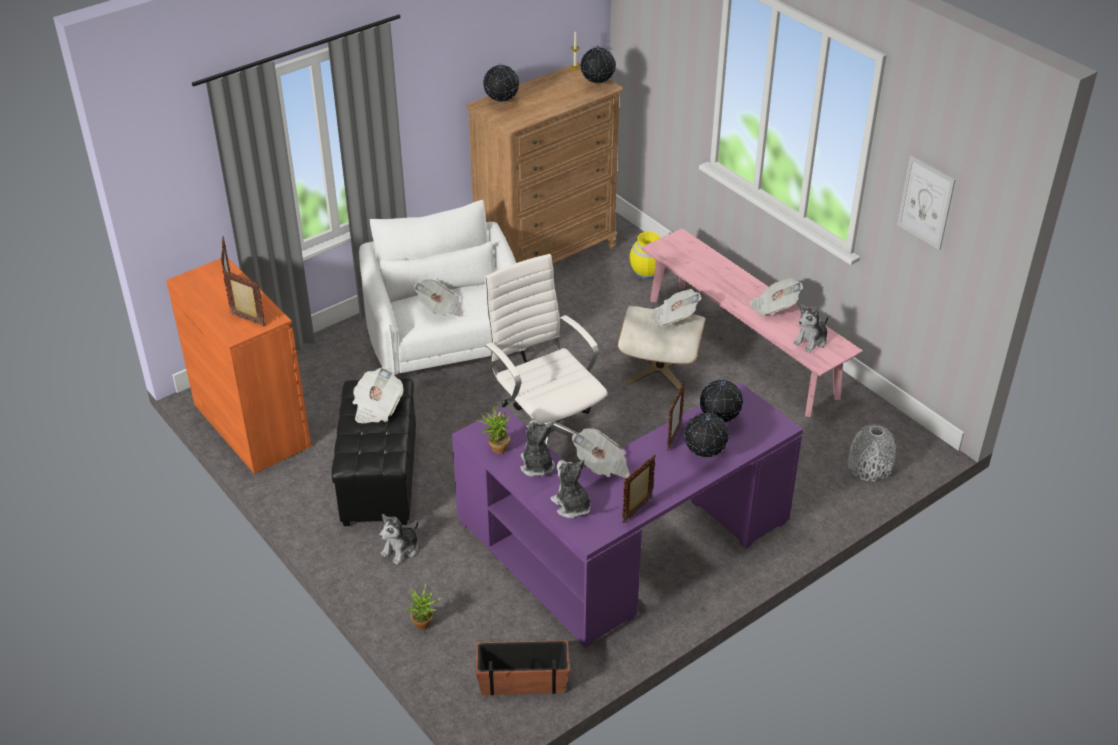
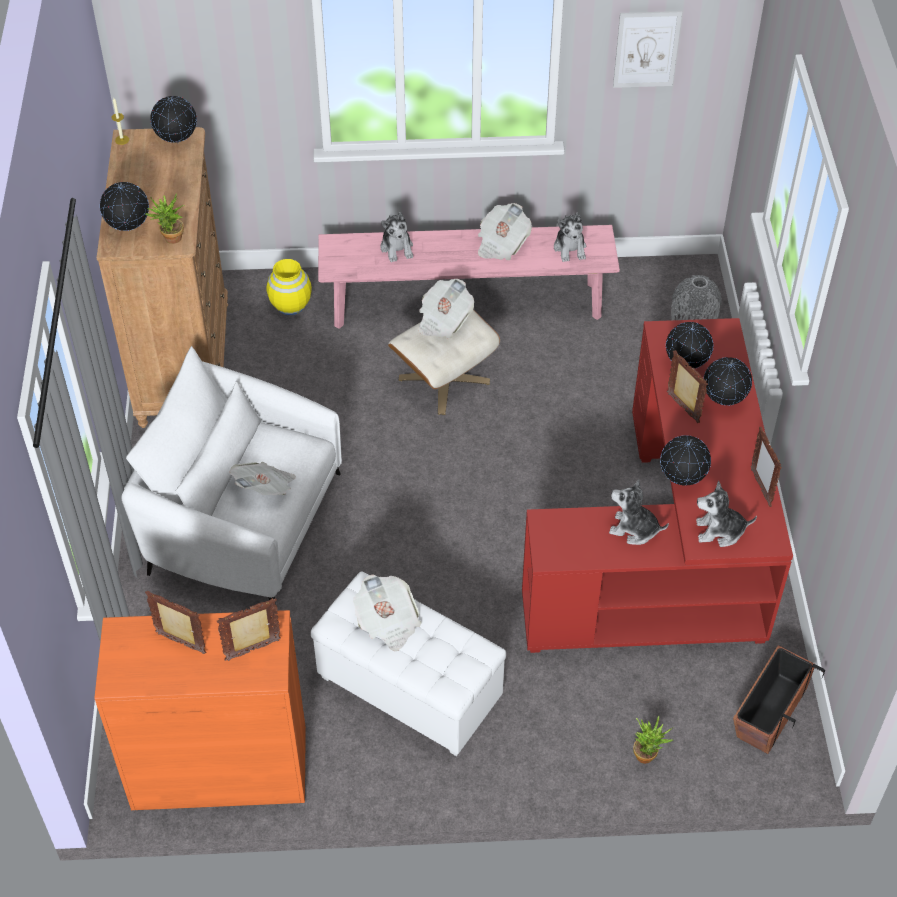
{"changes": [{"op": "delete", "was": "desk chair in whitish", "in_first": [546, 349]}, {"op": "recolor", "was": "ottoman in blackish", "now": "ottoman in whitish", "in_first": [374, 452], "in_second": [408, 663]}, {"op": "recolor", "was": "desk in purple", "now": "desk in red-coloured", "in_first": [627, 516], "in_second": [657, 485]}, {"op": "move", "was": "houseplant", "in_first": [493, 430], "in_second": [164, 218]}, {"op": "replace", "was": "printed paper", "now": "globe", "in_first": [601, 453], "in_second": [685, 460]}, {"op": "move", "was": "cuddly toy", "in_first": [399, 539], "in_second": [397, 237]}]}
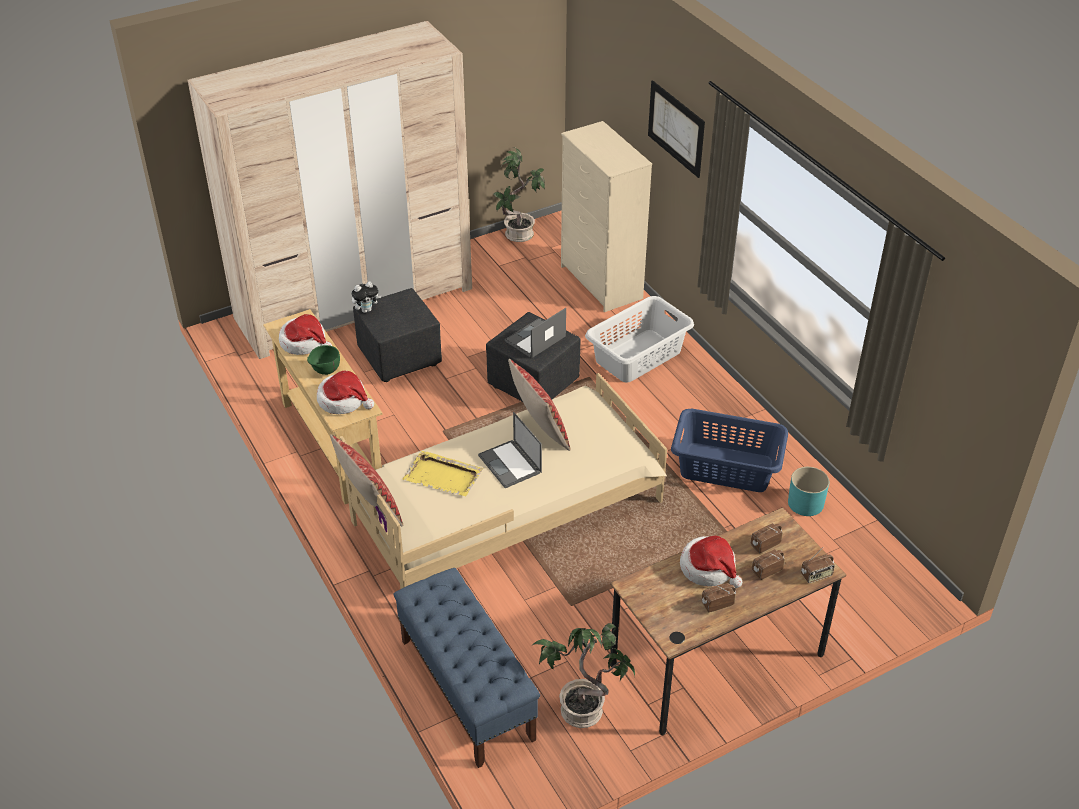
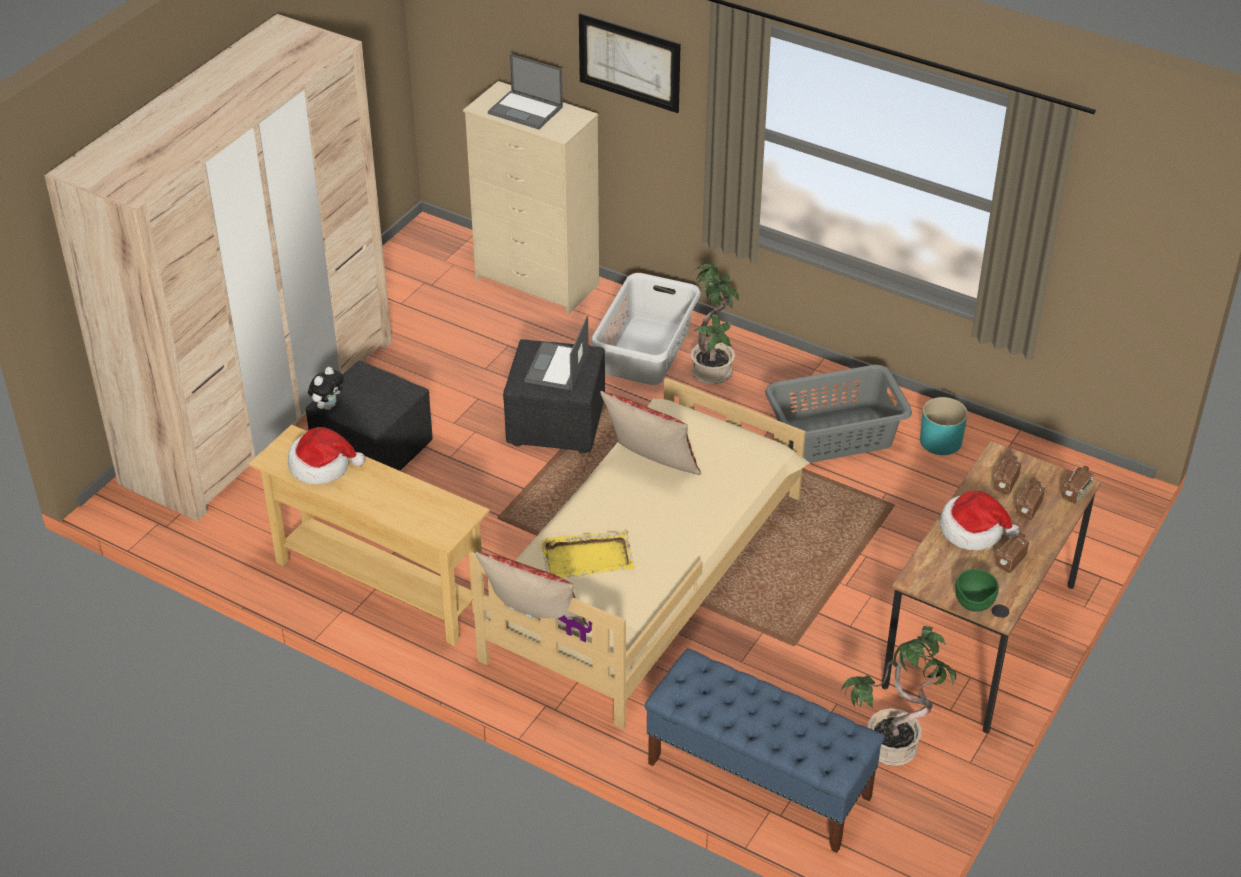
{"changes": [{"op": "move", "was": "houseplant", "in_first": [519, 194], "in_second": [715, 321]}, {"op": "move", "was": "serving bowl in green", "in_first": [323, 360], "in_second": [977, 590]}, {"op": "delete", "was": "wearable hat", "in_first": [345, 392]}, {"op": "recolor", "was": "laundry basket in blue-coloured", "now": "laundry basket in greyish", "in_first": [729, 450], "in_second": [838, 414]}, {"op": "move", "was": "notebook computer", "in_first": [510, 450], "in_second": [525, 91]}]}
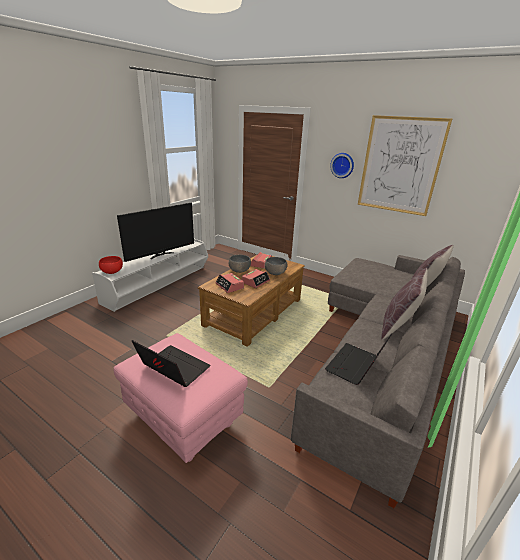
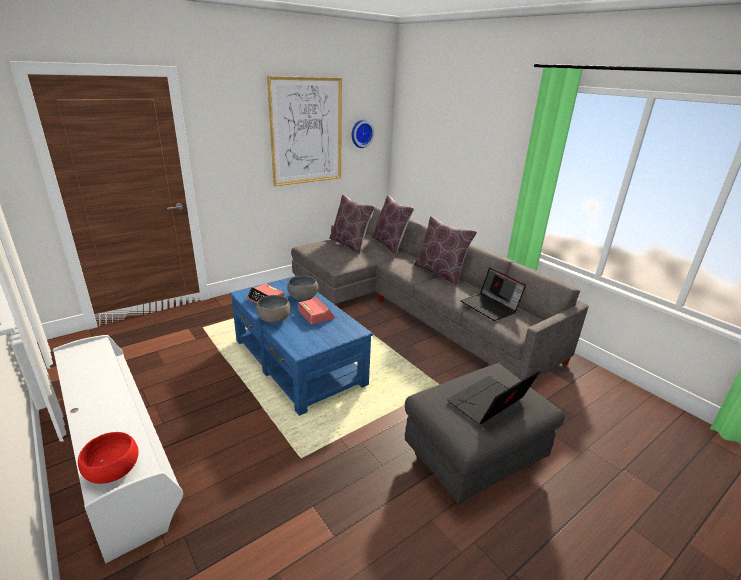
{"changes": [{"op": "move", "was": "clock on the wall", "in_first": [342, 165], "in_second": [363, 133]}, {"op": "delete", "was": "TV set", "in_first": [155, 232]}, {"op": "recolor", "was": "lounge table in brownish", "now": "lounge table in blue-coloured", "in_first": [251, 300], "in_second": [301, 346]}, {"op": "delete", "was": "bedside clock", "in_first": [230, 283]}, {"op": "recolor", "was": "ottoman in pink", "now": "ottoman in greyish", "in_first": [181, 398], "in_second": [485, 434]}, {"op": "insert", "now": "throw pillow in brownish", "in_second": [352, 225]}]}
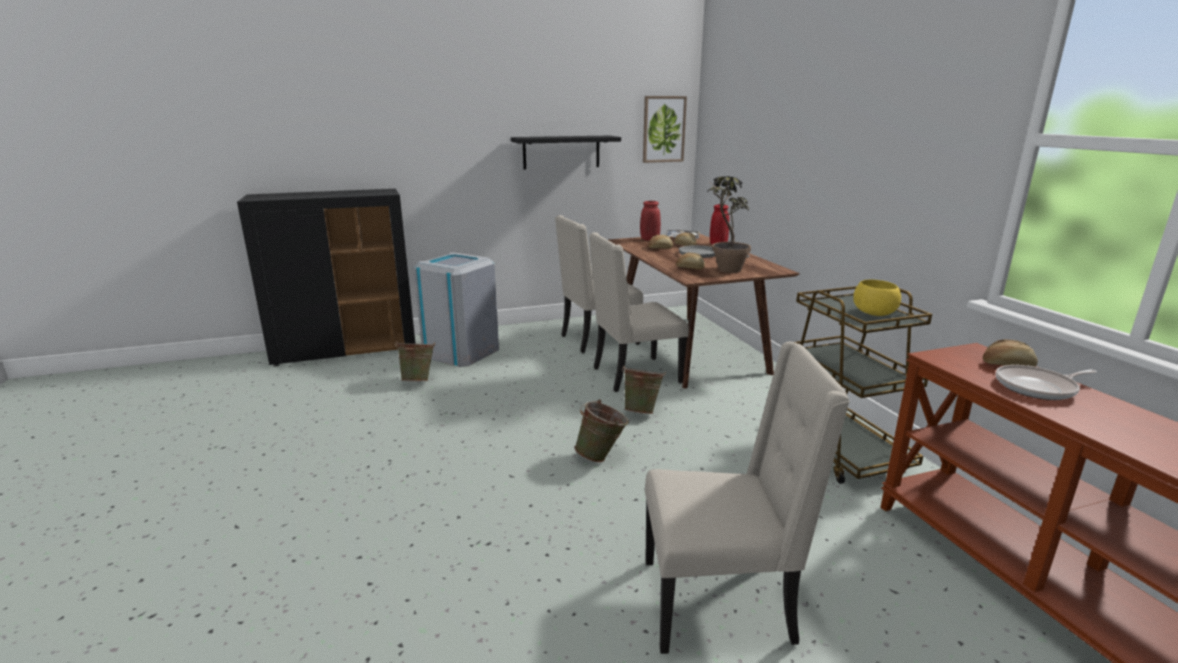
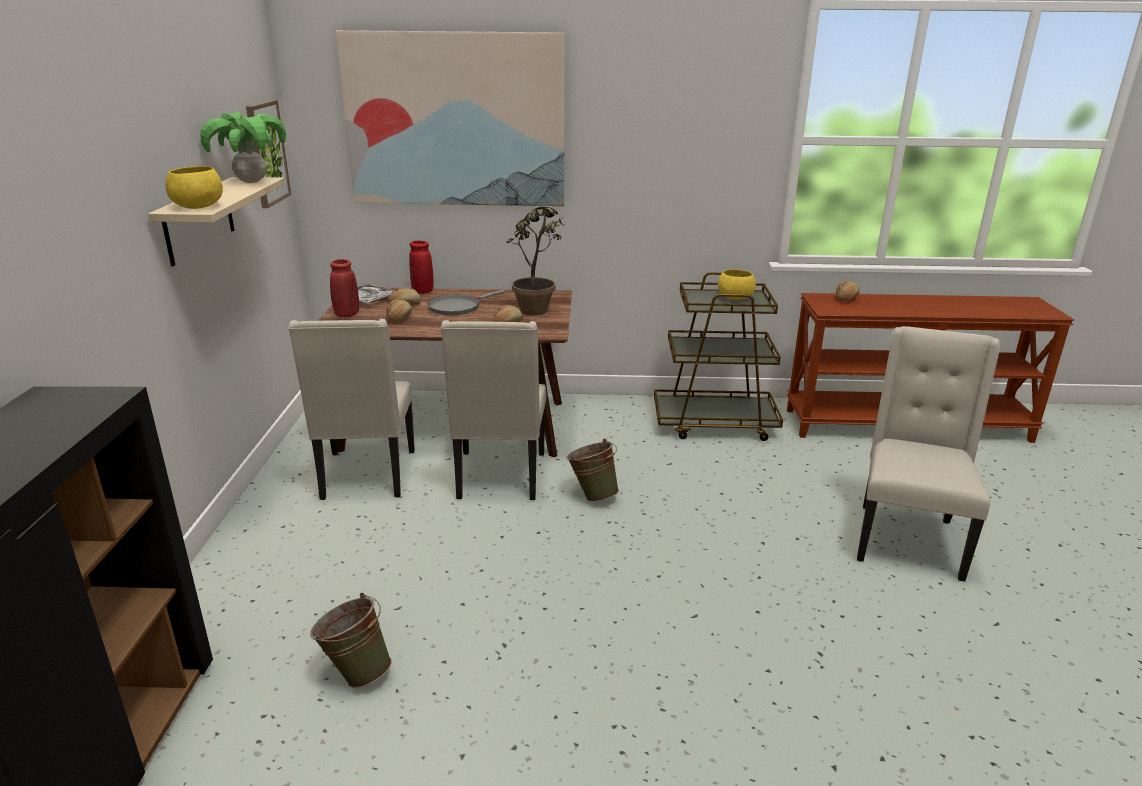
{"changes": [{"op": "recolor", "was": "bracket shelf in blackish", "now": "bracket shelf in beige-coloured", "in_first": [566, 153], "in_second": [216, 221]}, {"op": "delete", "was": "rubbish bin in greyish", "in_first": [456, 309]}, {"op": "delete", "was": "pan", "in_first": [1046, 382]}, {"op": "delete", "was": "pail in green", "in_first": [601, 431]}, {"op": "insert", "now": "wall picture", "in_second": [450, 118]}, {"op": "insert", "now": "houseplant", "in_second": [243, 147]}, {"op": "insert", "now": "serving bowl in yellowish", "in_second": [194, 187]}]}
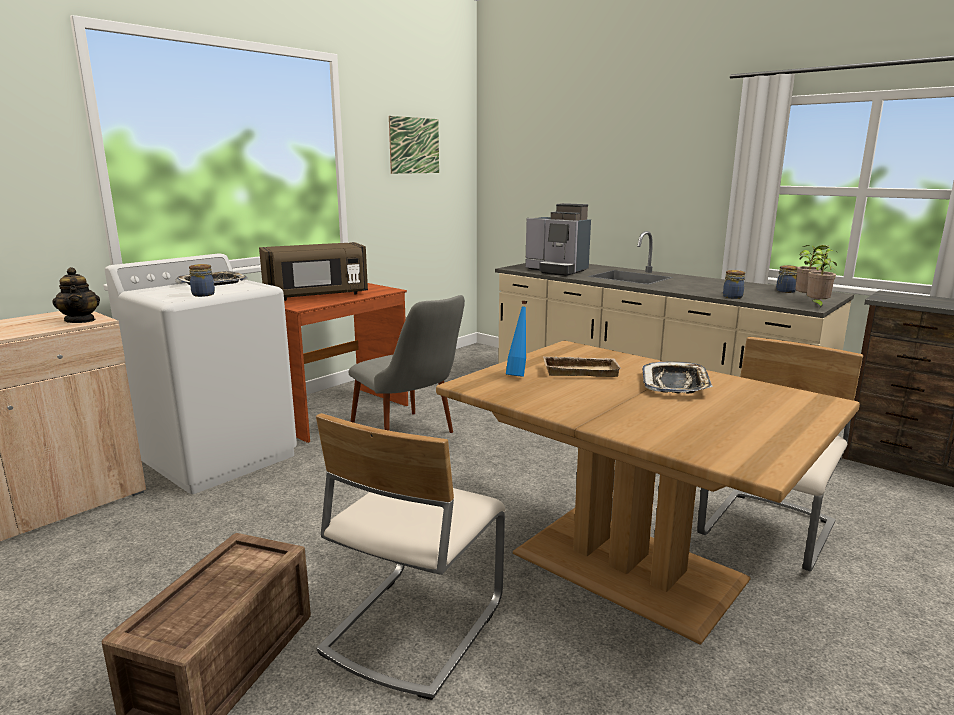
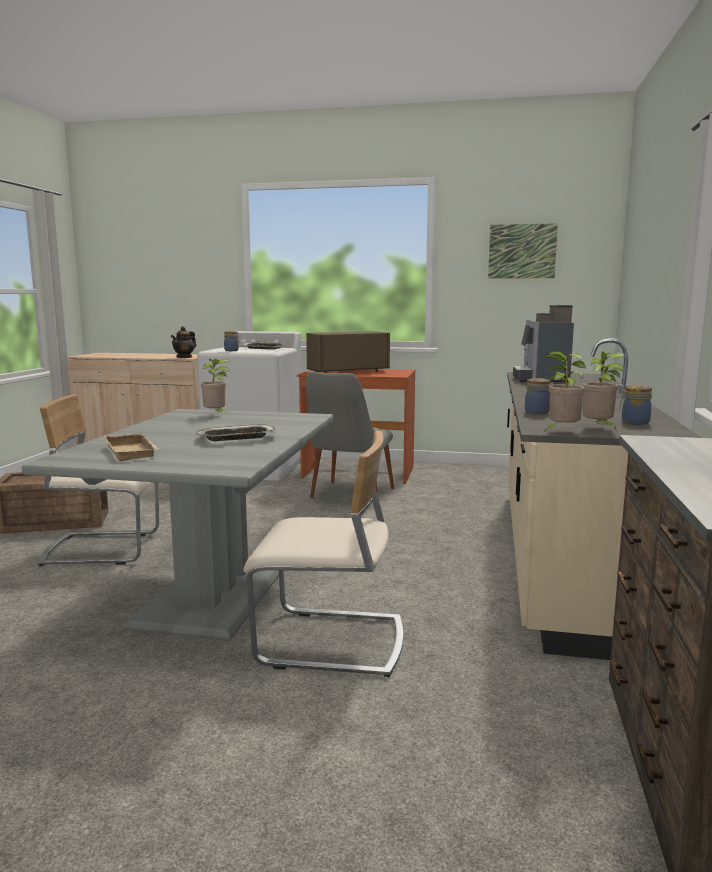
{"changes": [{"op": "rotate", "was": "kitchen microwave in brownish", "in_first": [313, 271], "in_second": [348, 352], "clockwise": 120}, {"op": "replace", "was": "bottle in blue-coloured", "now": "houseplant", "in_first": [516, 339], "in_second": [215, 386]}, {"op": "recolor", "was": "dinner table in brownish", "now": "dinner table in greyish", "in_first": [648, 492], "in_second": [177, 524]}, {"op": "move", "was": "tray in beige-coloured", "in_first": [582, 366], "in_second": [131, 447]}]}
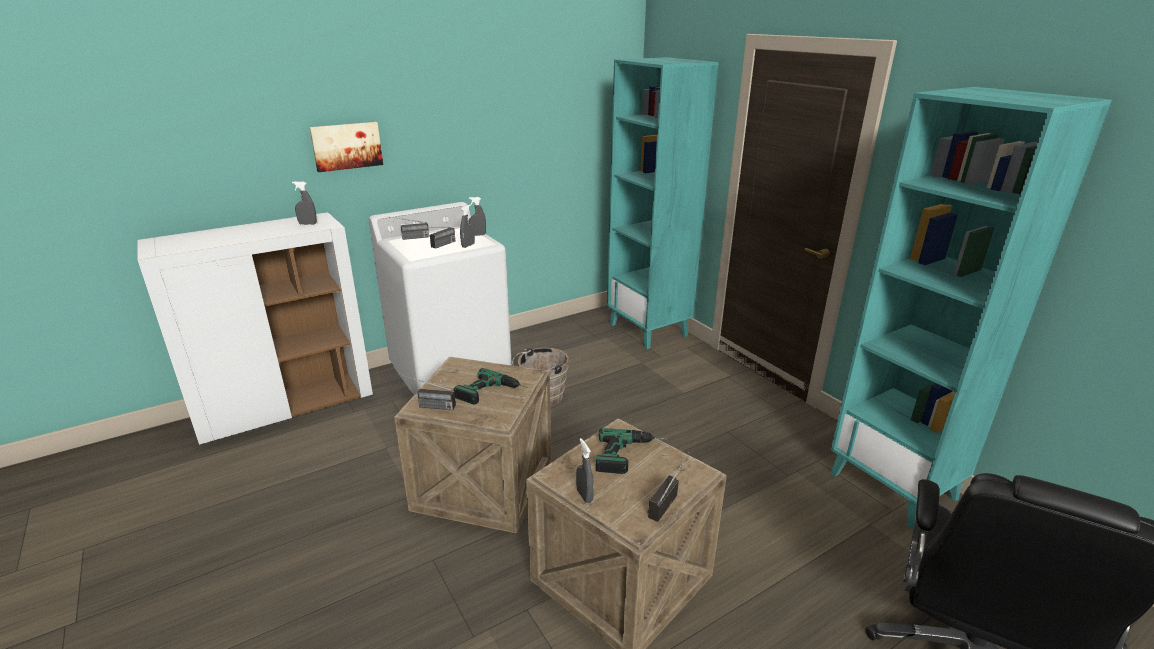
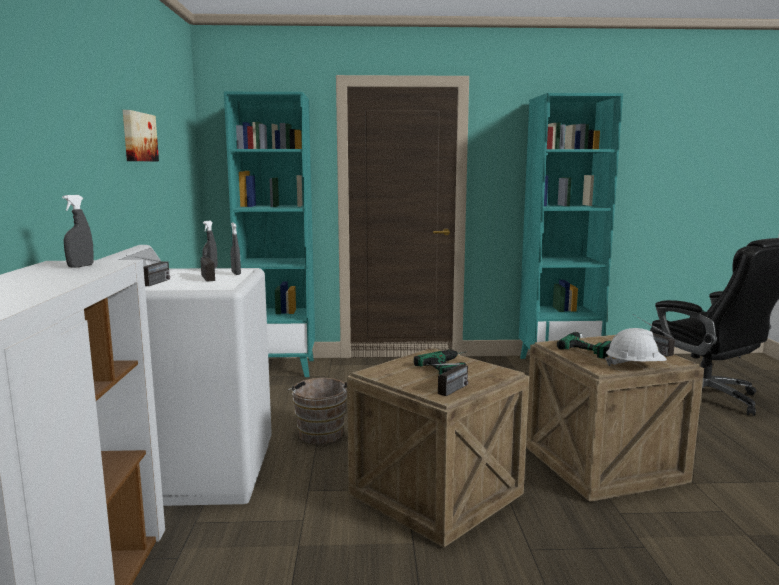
{"changes": [{"op": "move", "was": "wall picture", "in_first": [346, 147], "in_second": [141, 135]}, {"op": "replace", "was": "spray bottle in greyish", "now": "hard hat in whitish", "in_first": [585, 470], "in_second": [636, 347]}]}
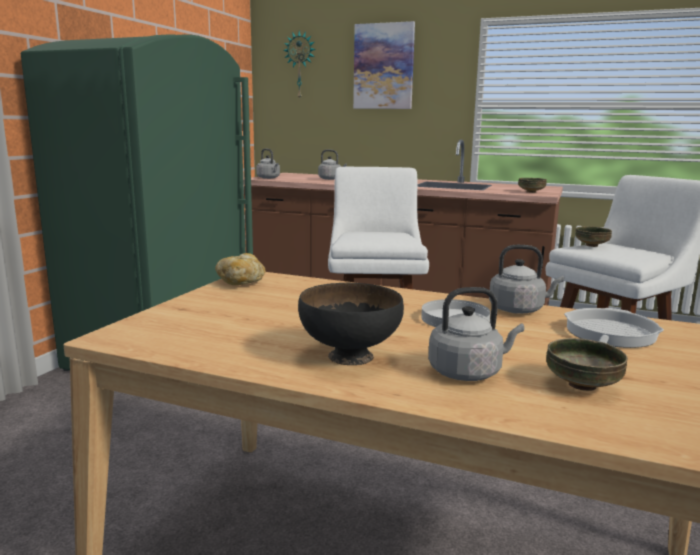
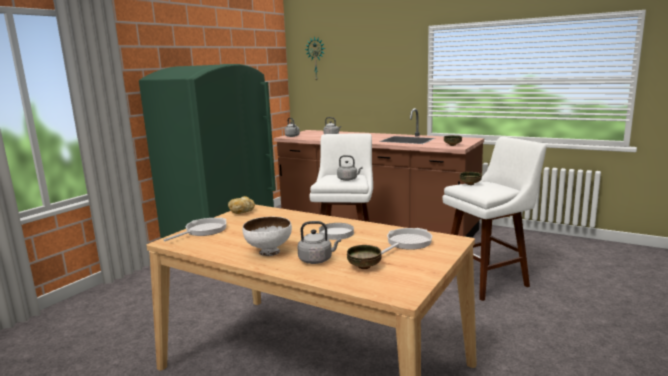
{"changes": [{"op": "delete", "was": "wall picture", "in_first": [384, 65]}, {"op": "move", "was": "kettle in greyish", "in_first": [526, 279], "in_second": [349, 168]}, {"op": "recolor", "was": "serving bowl in blackish", "now": "serving bowl in whitish", "in_first": [351, 324], "in_second": [267, 236]}, {"op": "insert", "now": "pan", "in_second": [195, 229]}]}
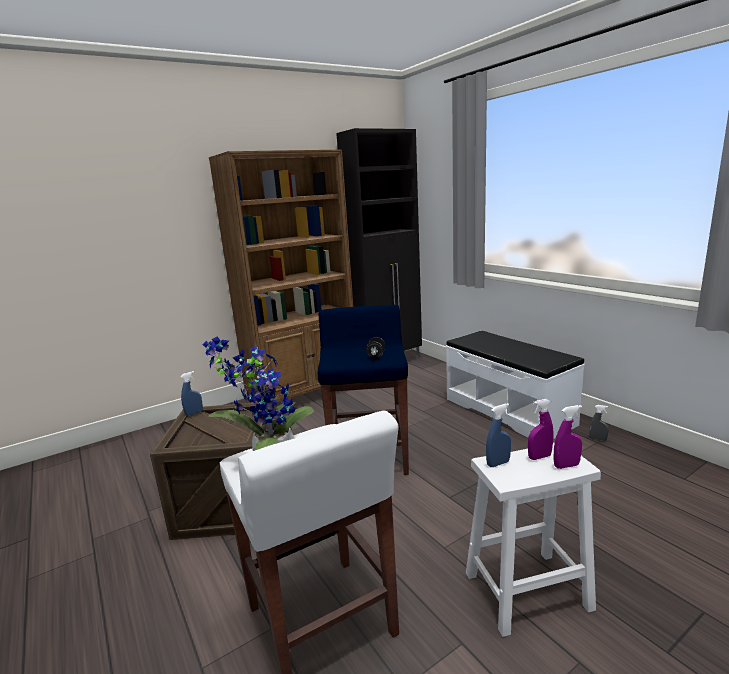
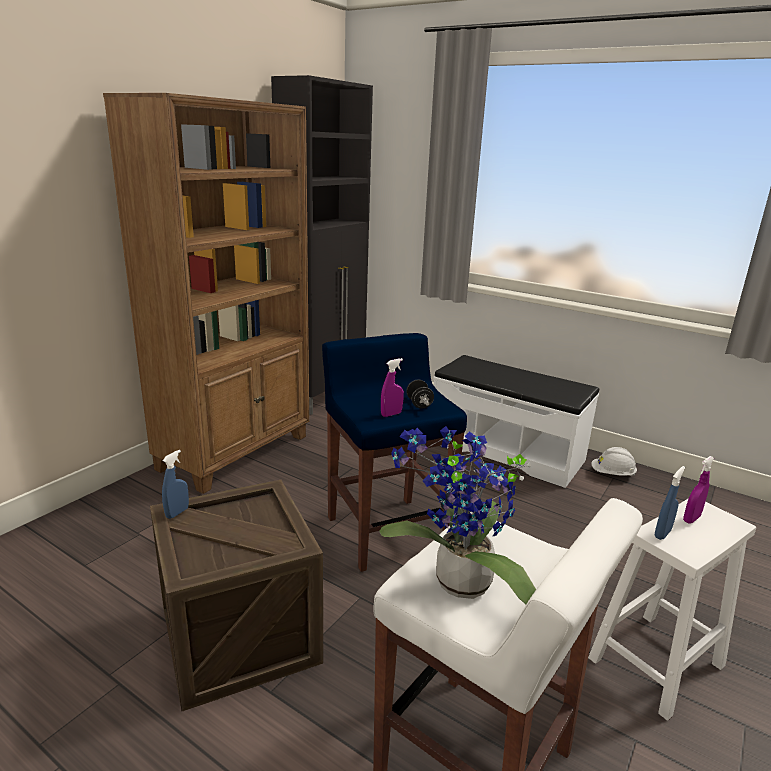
{"changes": [{"op": "move", "was": "spray bottle in purple", "in_first": [568, 437], "in_second": [392, 387]}, {"op": "replace", "was": "spray bottle in greyish", "now": "hard hat in whitish", "in_first": [599, 423], "in_second": [614, 461]}]}
